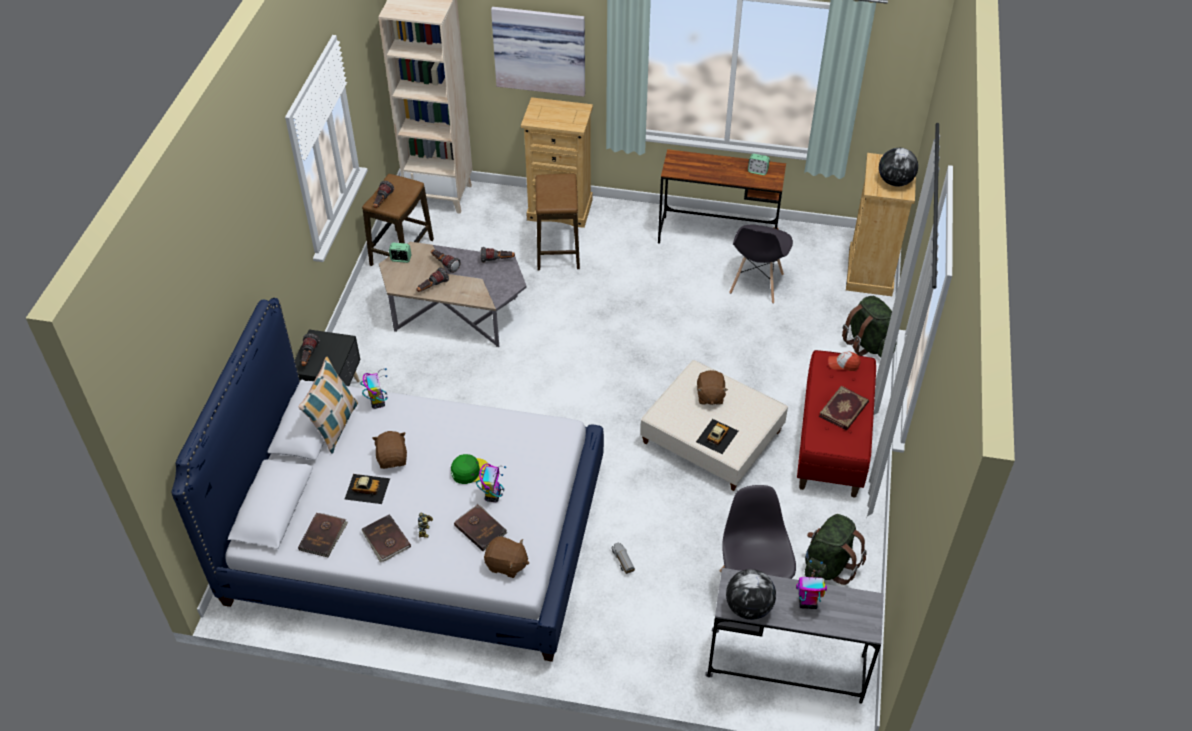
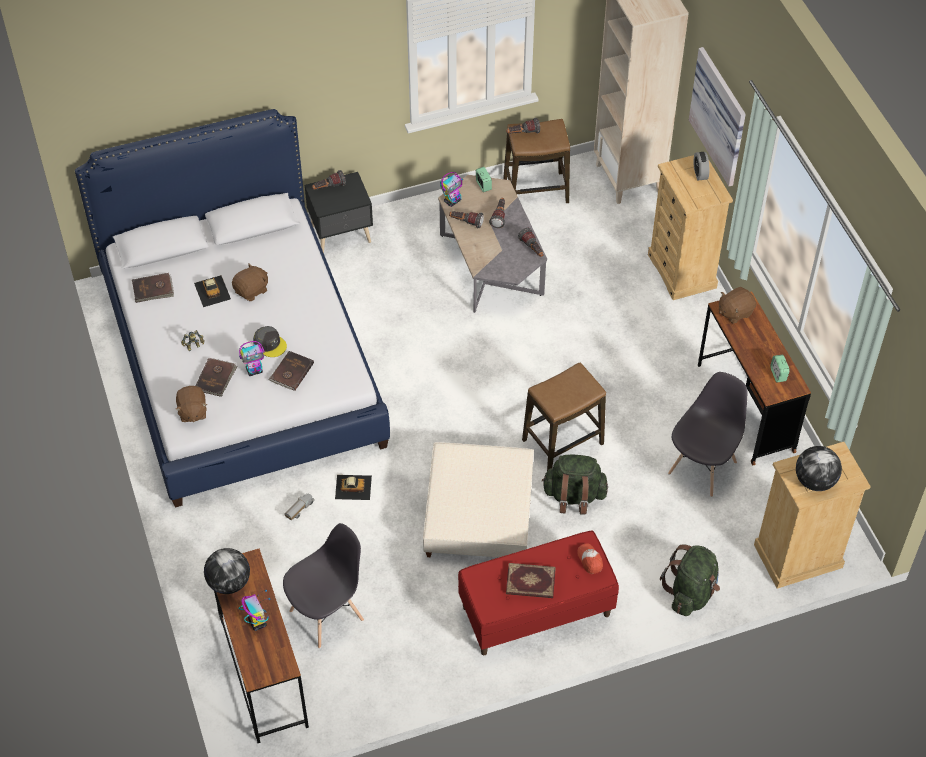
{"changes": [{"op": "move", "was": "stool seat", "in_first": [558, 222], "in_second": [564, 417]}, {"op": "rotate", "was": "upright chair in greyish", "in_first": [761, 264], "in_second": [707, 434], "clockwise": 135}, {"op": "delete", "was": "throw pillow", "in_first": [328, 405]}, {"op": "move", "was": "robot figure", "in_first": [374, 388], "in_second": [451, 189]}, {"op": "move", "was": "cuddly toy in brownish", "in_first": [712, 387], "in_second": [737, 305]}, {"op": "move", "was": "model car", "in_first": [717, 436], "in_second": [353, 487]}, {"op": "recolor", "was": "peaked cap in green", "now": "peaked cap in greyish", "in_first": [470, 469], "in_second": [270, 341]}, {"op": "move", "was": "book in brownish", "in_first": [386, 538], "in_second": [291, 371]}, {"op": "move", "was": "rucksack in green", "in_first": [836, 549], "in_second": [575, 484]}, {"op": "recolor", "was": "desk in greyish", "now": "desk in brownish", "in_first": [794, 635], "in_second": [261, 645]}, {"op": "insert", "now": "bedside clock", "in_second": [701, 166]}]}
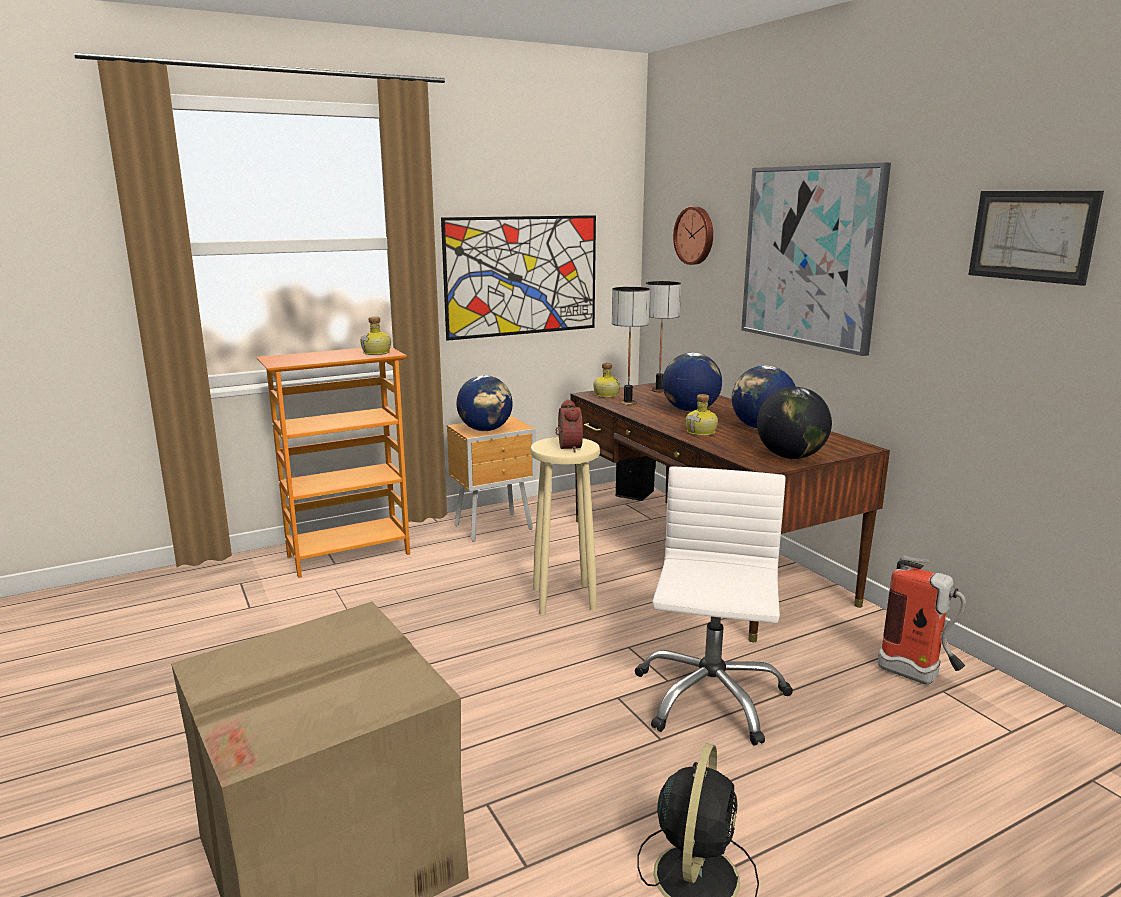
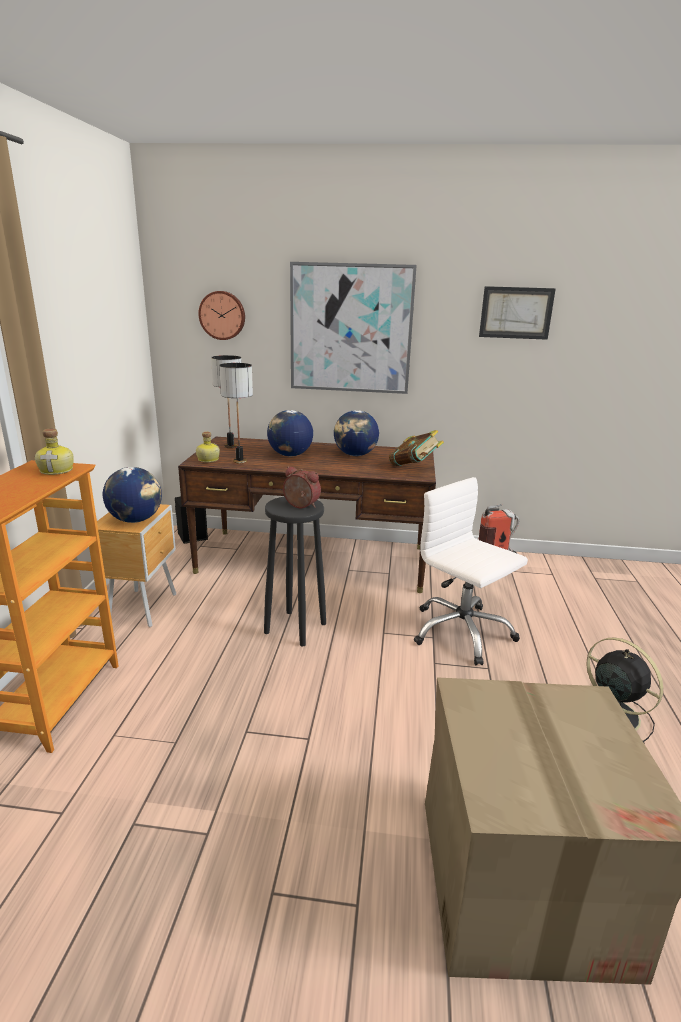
{"changes": [{"op": "delete", "was": "wall picture", "in_first": [518, 278]}, {"op": "replace", "was": "globe", "now": "book", "in_first": [794, 423], "in_second": [416, 448]}, {"op": "delete", "was": "bottle", "in_first": [702, 415]}, {"op": "recolor", "was": "stool seat in beige-coloured", "now": "stool seat in blackish", "in_first": [565, 526], "in_second": [295, 571]}]}
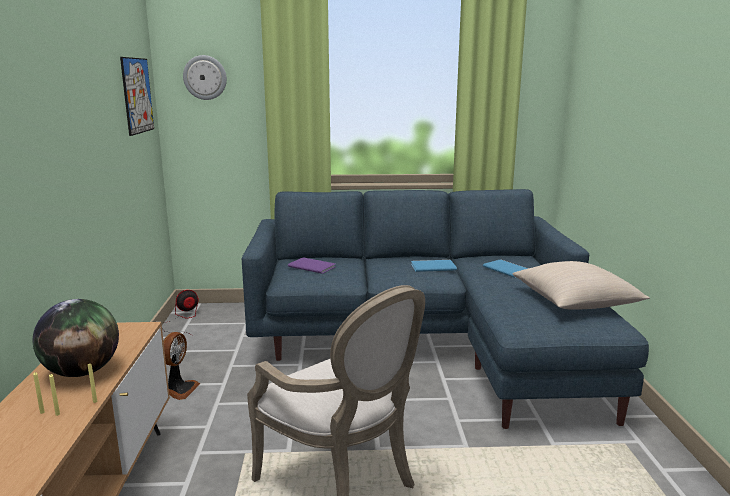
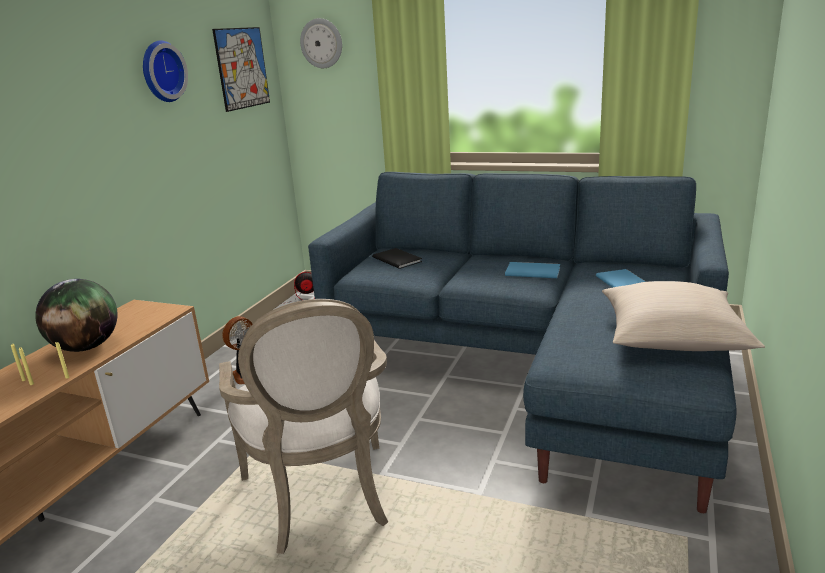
{"changes": [{"op": "recolor", "was": "book in purple", "now": "book in blackish", "in_first": [312, 265], "in_second": [397, 258]}, {"op": "insert", "now": "clock on the wall", "in_second": [165, 71]}]}
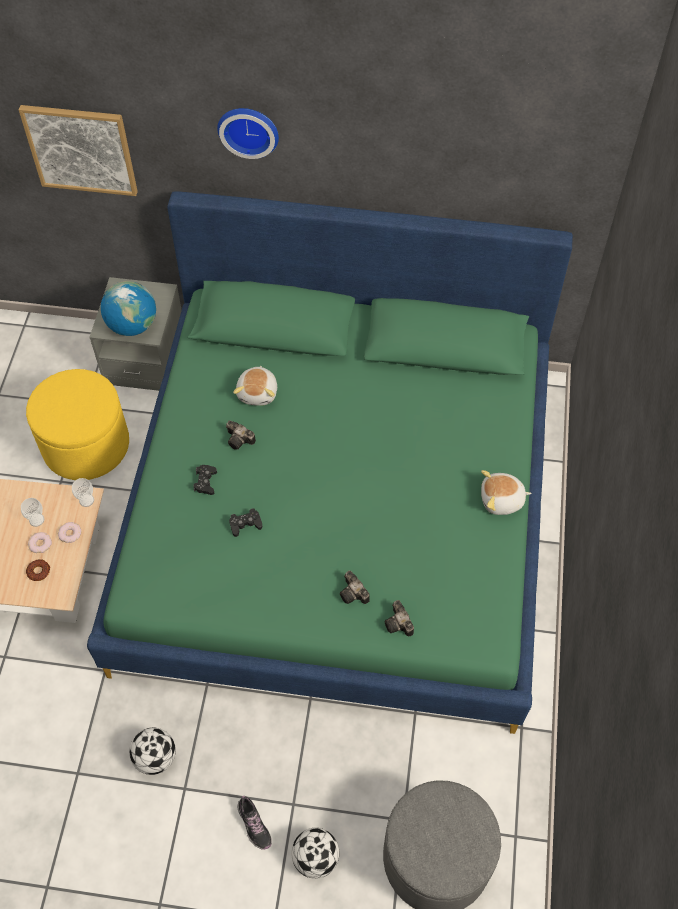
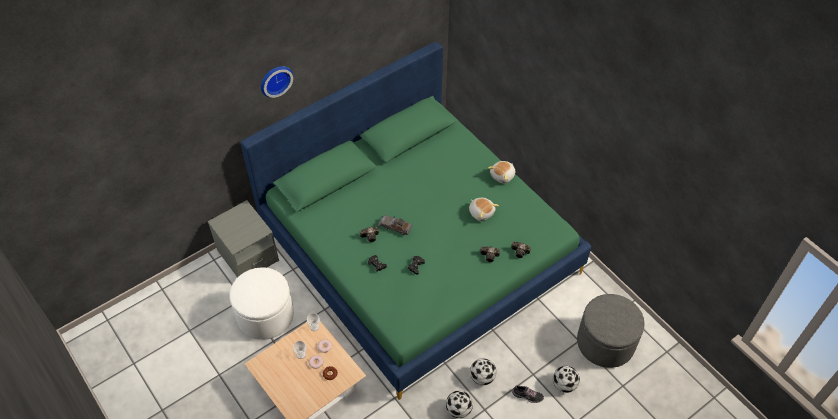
{"changes": [{"op": "delete", "was": "wall picture", "in_first": [78, 150]}, {"op": "delete", "was": "globe", "in_first": [128, 308]}, {"op": "move", "was": "cuddly toy", "in_first": [255, 386], "in_second": [484, 209]}, {"op": "recolor", "was": "ottoman in yellowish", "now": "ottoman in whitish", "in_first": [77, 424], "in_second": [262, 303]}, {"op": "insert", "now": "model car in greyish", "in_second": [395, 225]}, {"op": "insert", "now": "ball for football", "in_second": [483, 371]}]}
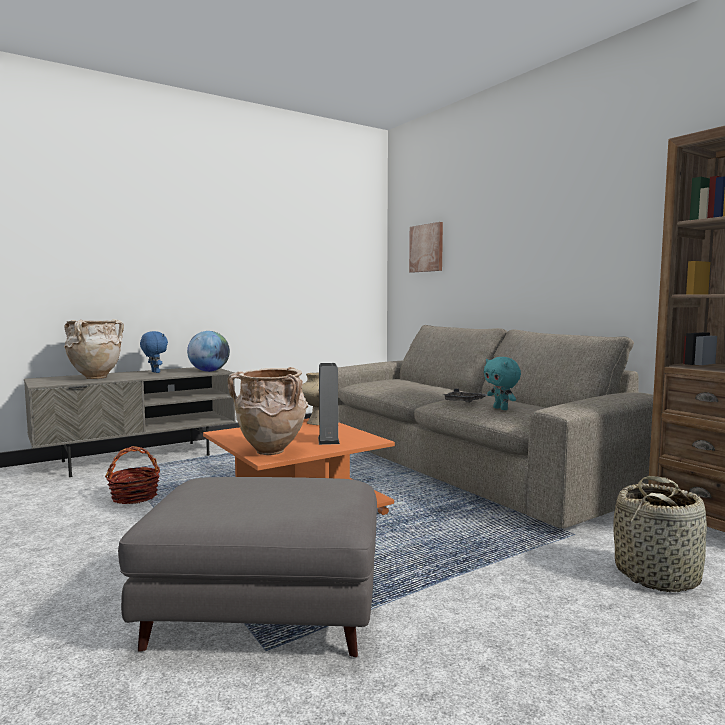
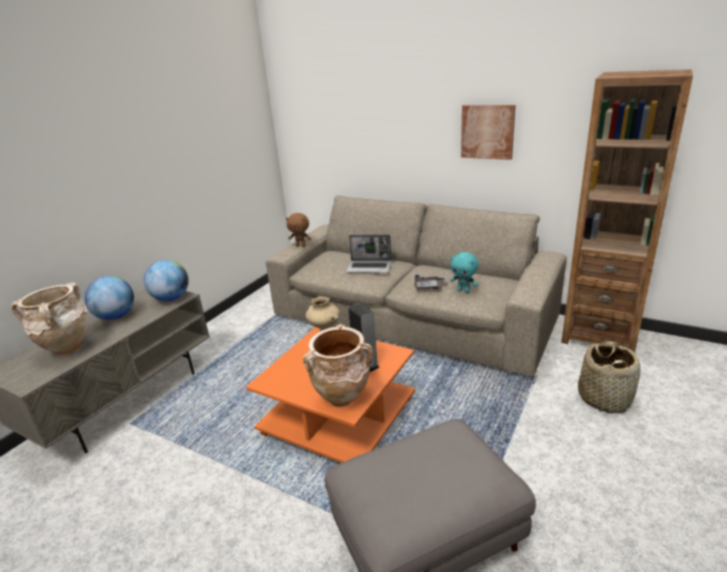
{"changes": [{"op": "move", "was": "wall picture", "in_first": [426, 247], "in_second": [488, 132]}, {"op": "replace", "was": "cuddly toy in blue-coloured", "now": "globe", "in_first": [154, 352], "in_second": [109, 298]}, {"op": "delete", "was": "storage basket", "in_first": [132, 475]}, {"op": "insert", "now": "cuddly toy in brownish", "in_second": [298, 230]}, {"op": "insert", "now": "notebook computer", "in_second": [369, 254]}]}
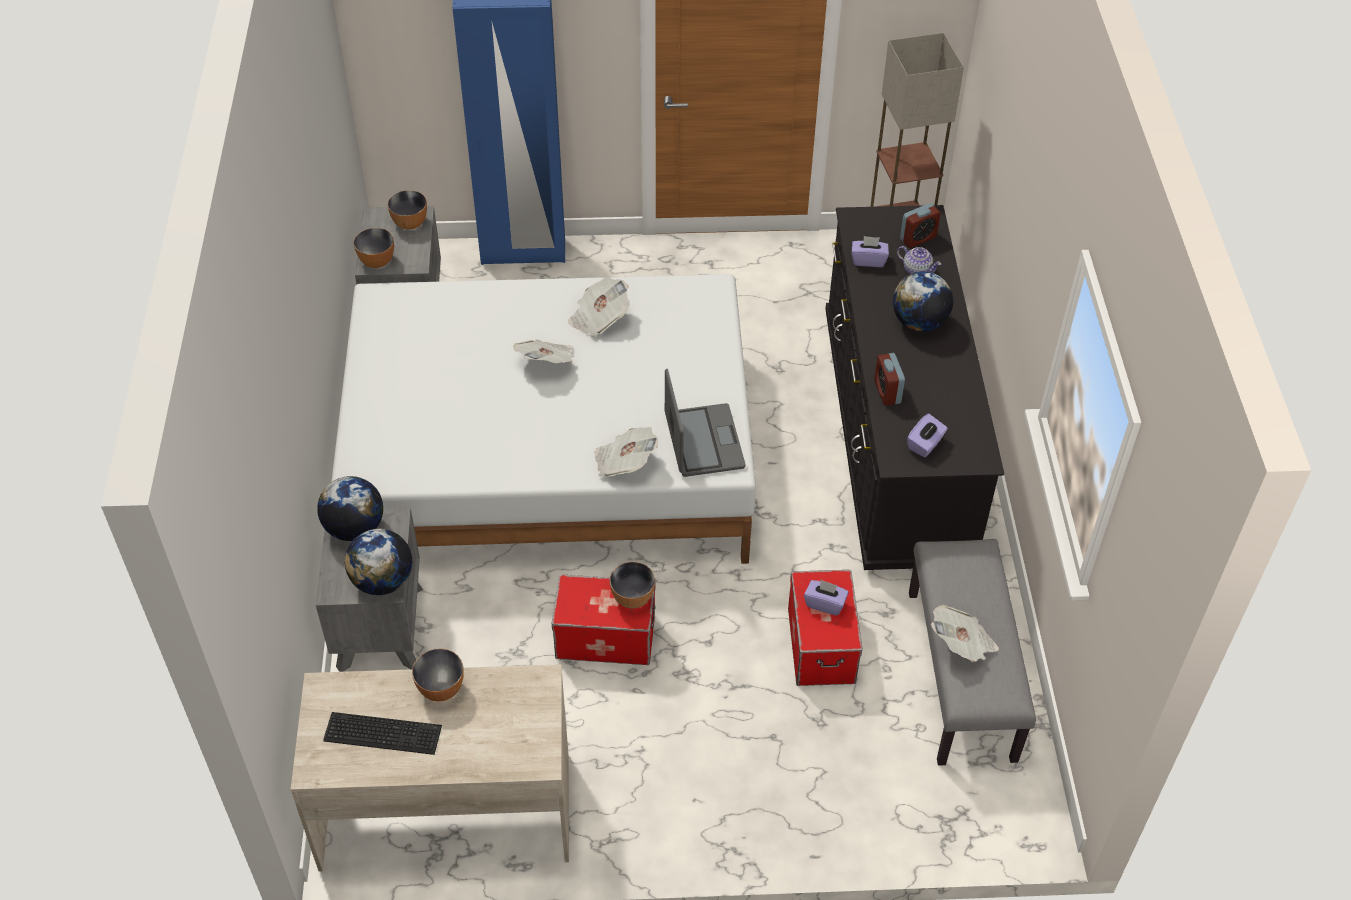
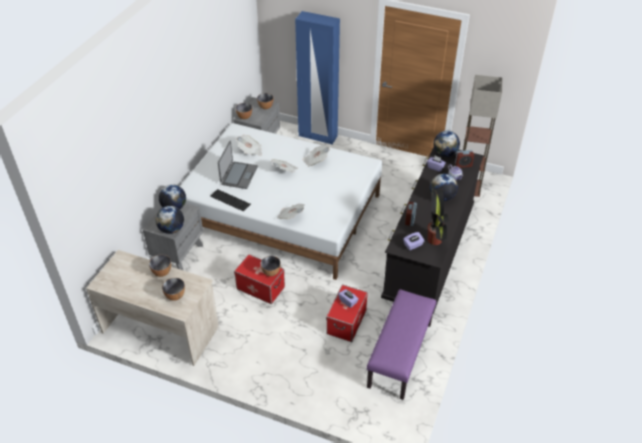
{"changes": [{"op": "move", "was": "notebook computer", "in_first": [705, 423], "in_second": [238, 165]}, {"op": "recolor", "was": "long seat in greyish", "now": "long seat in purple", "in_first": [972, 652], "in_second": [401, 344]}, {"op": "move", "was": "printed paper", "in_first": [965, 633], "in_second": [249, 145]}, {"op": "move", "was": "keyboard", "in_first": [382, 733], "in_second": [230, 200]}, {"op": "insert", "now": "globe", "in_second": [447, 144]}, {"op": "insert", "now": "houseplant", "in_second": [439, 216]}, {"op": "insert", "now": "serving bowl", "in_second": [173, 289]}]}
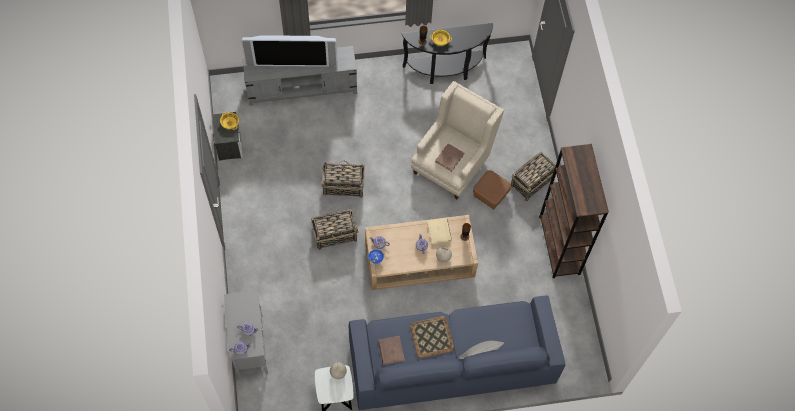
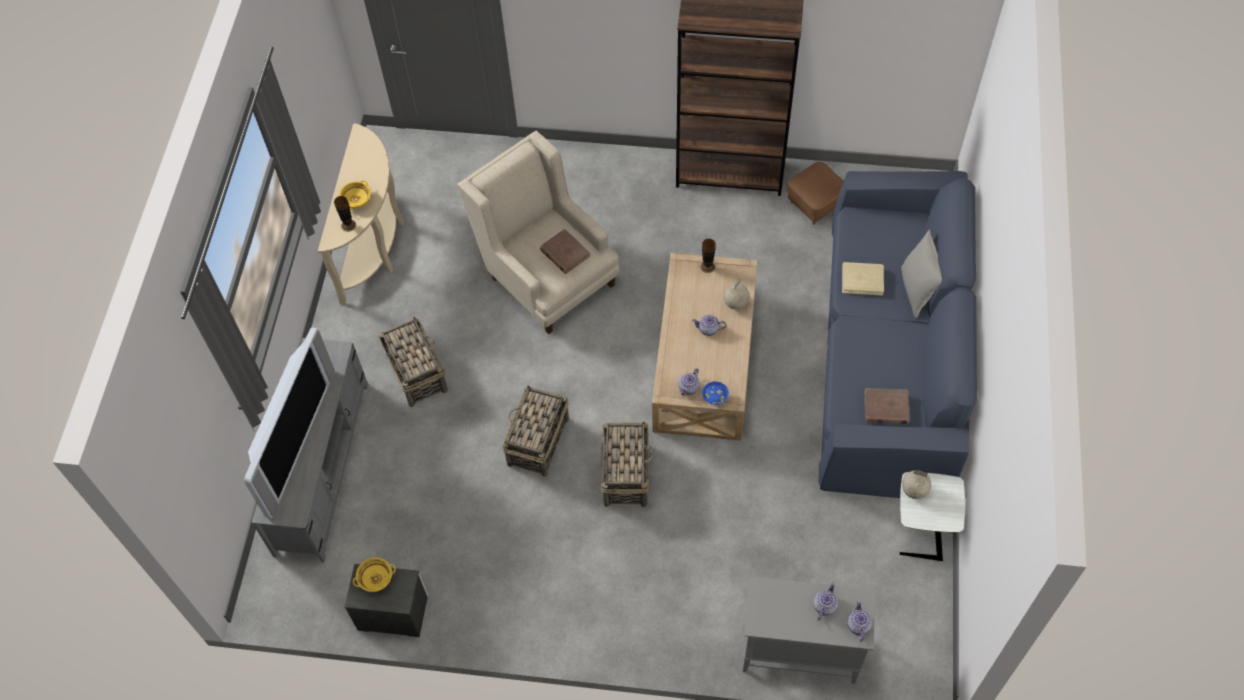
{"changes": [{"op": "recolor", "was": "hall table in blackish", "now": "hall table in beige-coloured", "in_first": [447, 53], "in_second": [361, 214]}, {"op": "move", "was": "storage basket", "in_first": [533, 176], "in_second": [413, 361]}, {"op": "move", "was": "ottoman in brownish", "in_first": [492, 190], "in_second": [815, 193]}, {"op": "move", "was": "book in beige-coloured", "in_first": [439, 231], "in_second": [863, 279]}, {"op": "delete", "was": "tray", "in_first": [432, 337]}]}
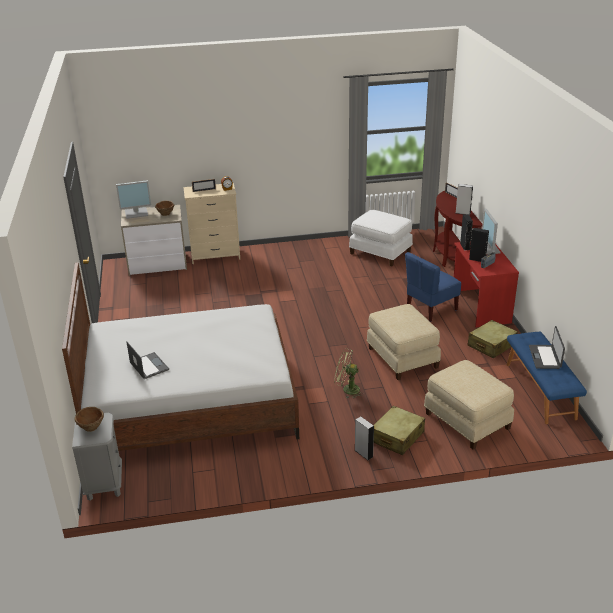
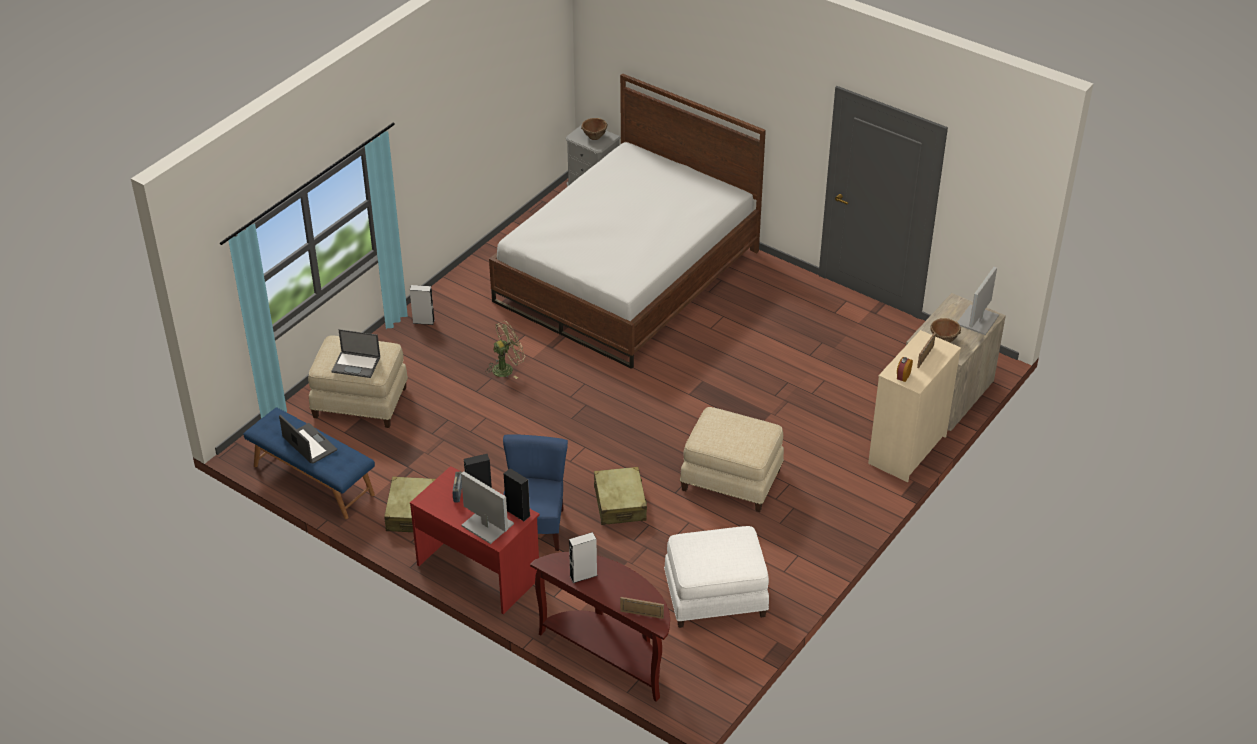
{"changes": [{"op": "move", "was": "ottoman in beige-coloured", "in_first": [404, 342], "in_second": [732, 459]}, {"op": "move", "was": "notebook computer", "in_first": [147, 360], "in_second": [356, 353]}, {"op": "move", "was": "suitcase in beige-coloured", "in_first": [399, 430], "in_second": [620, 496]}]}
